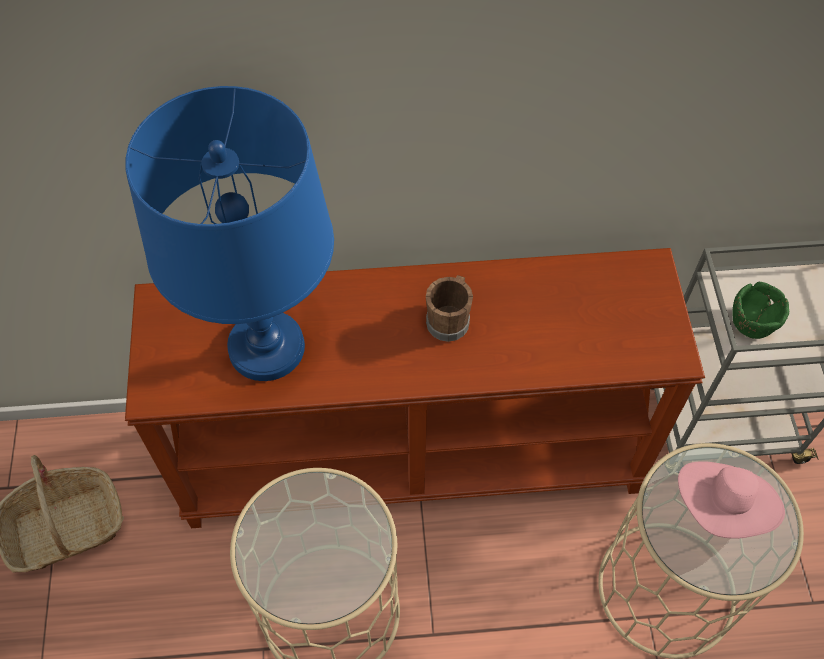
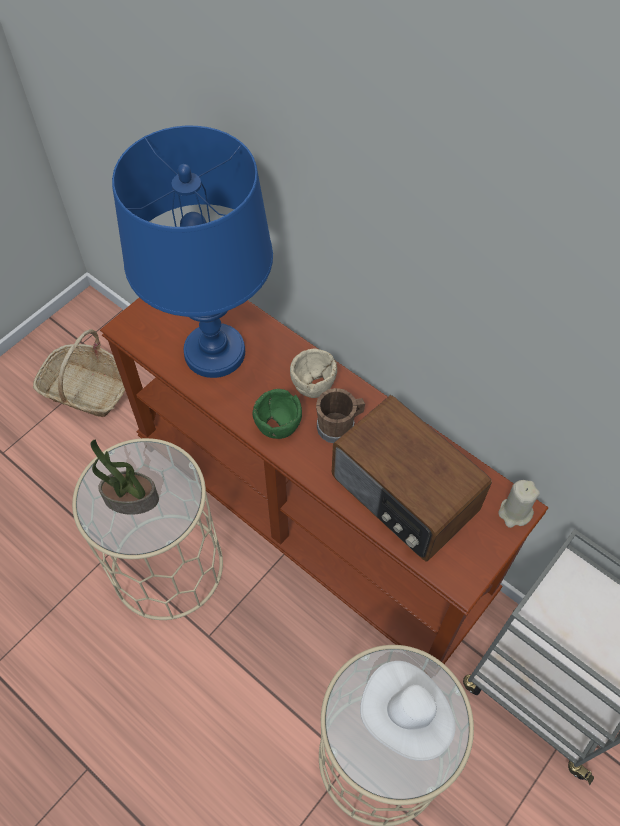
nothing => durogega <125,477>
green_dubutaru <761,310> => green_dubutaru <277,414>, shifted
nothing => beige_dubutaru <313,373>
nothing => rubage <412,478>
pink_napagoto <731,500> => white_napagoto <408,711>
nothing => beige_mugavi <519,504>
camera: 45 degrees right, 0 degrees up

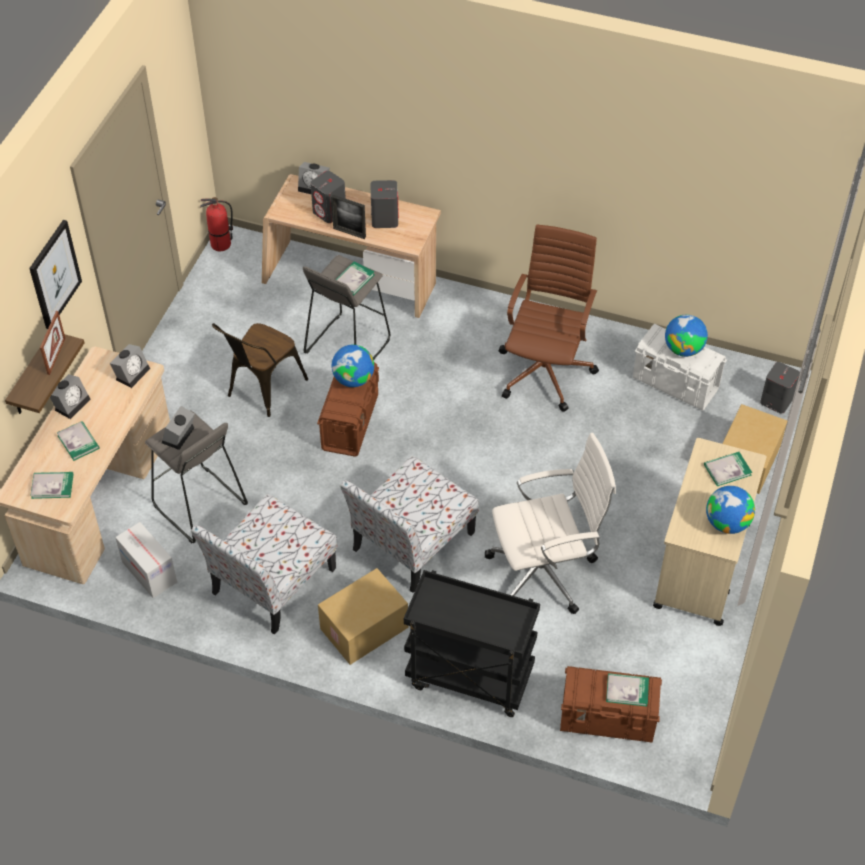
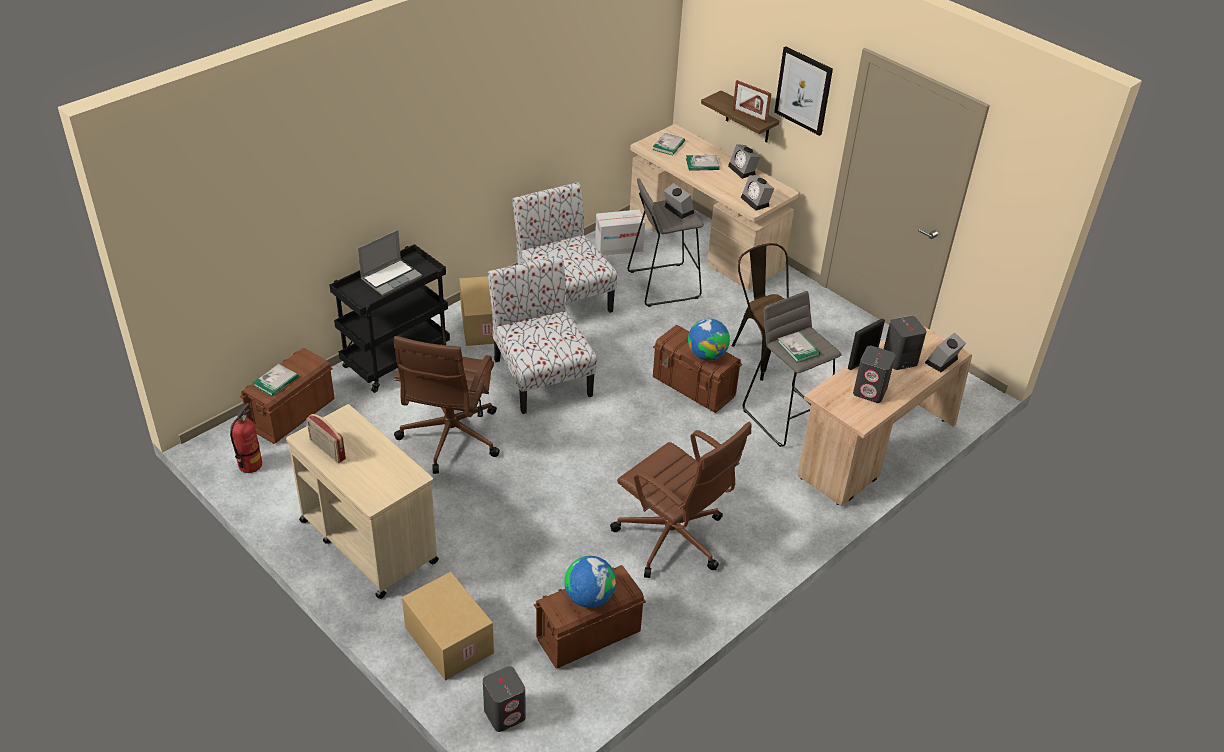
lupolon <216,224> => lupolon <246,438>, shifted
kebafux <730,510> => rubage <326,438>
nothing => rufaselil <390,263>
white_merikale <550,523> => brown_merikale <447,405>
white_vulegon <680,367> => brown_vulegon <590,616>
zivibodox <728,469> => nothing
camera: 115 degrees right, 10 degrees down

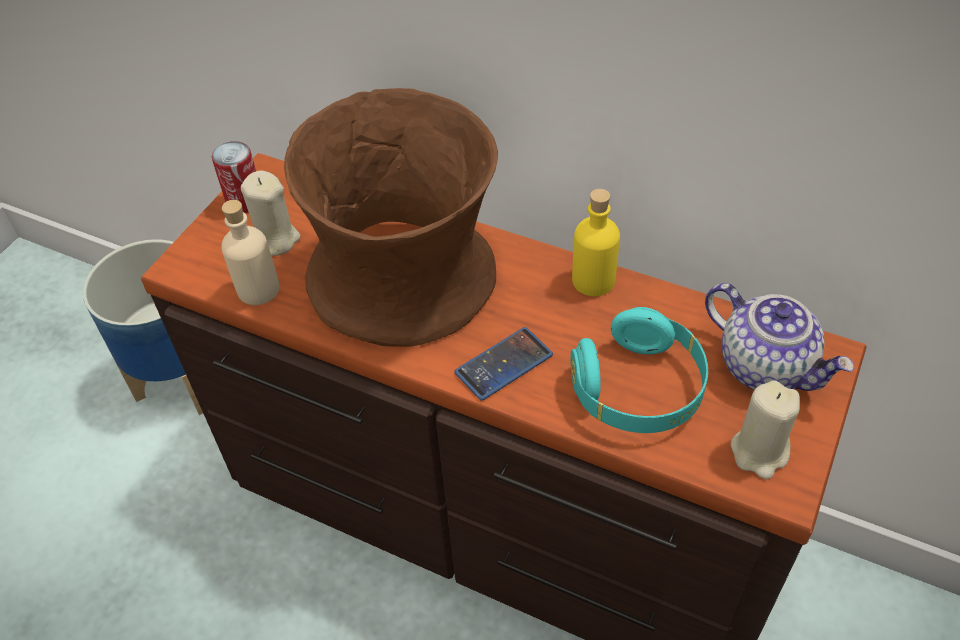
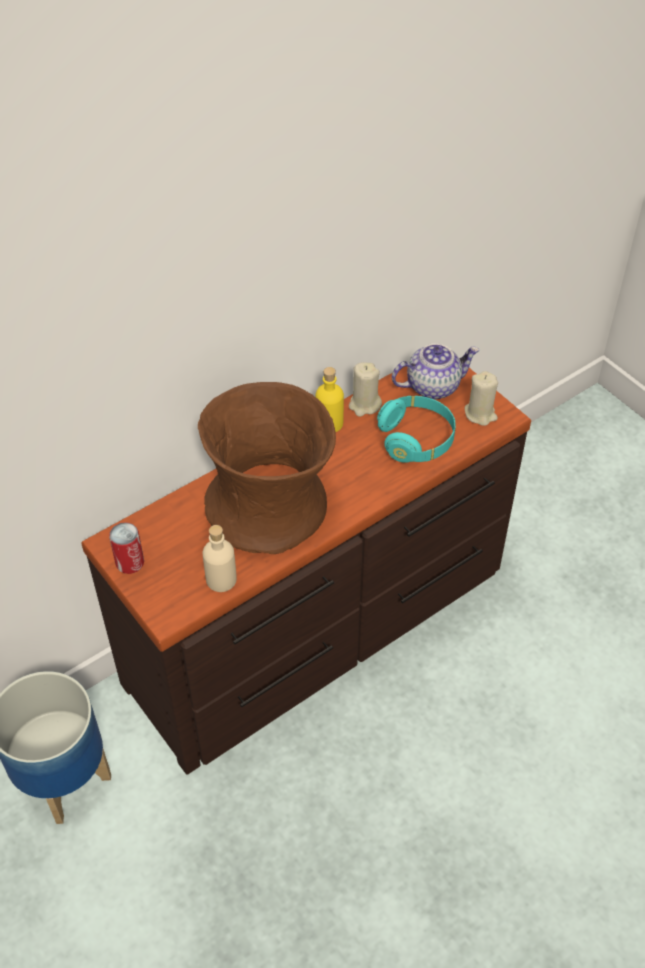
beige_mugavi <271,213> => beige_mugavi <365,389>, shifted
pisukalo <503,364> => nothing
camera: 65 degrees left, 0 degrees up

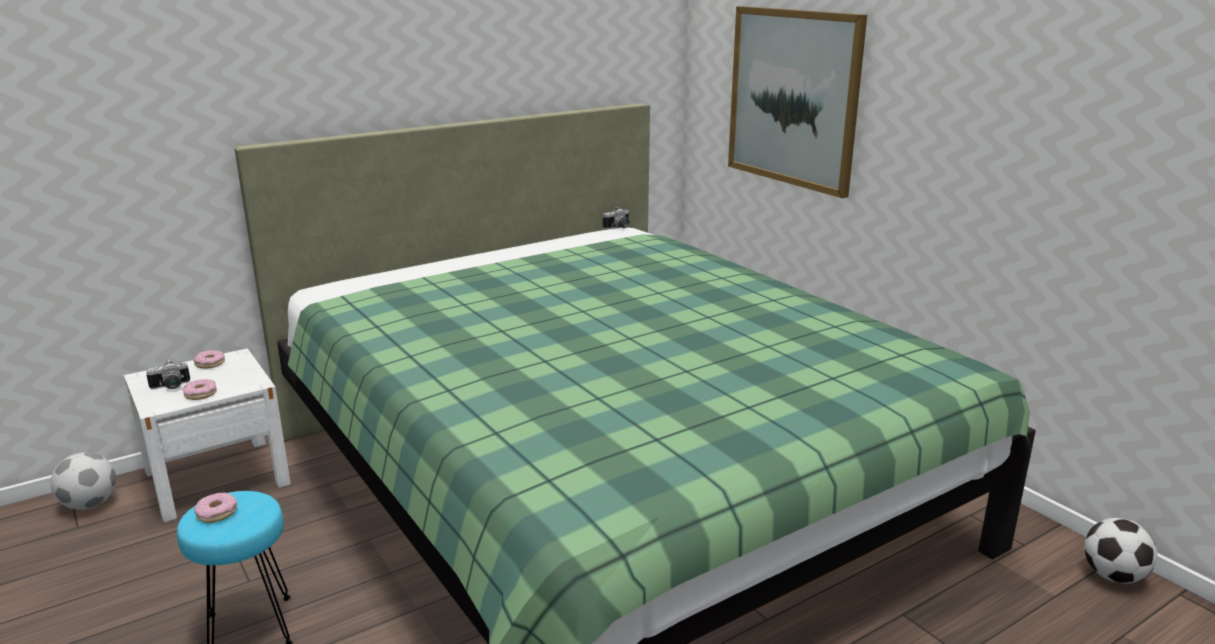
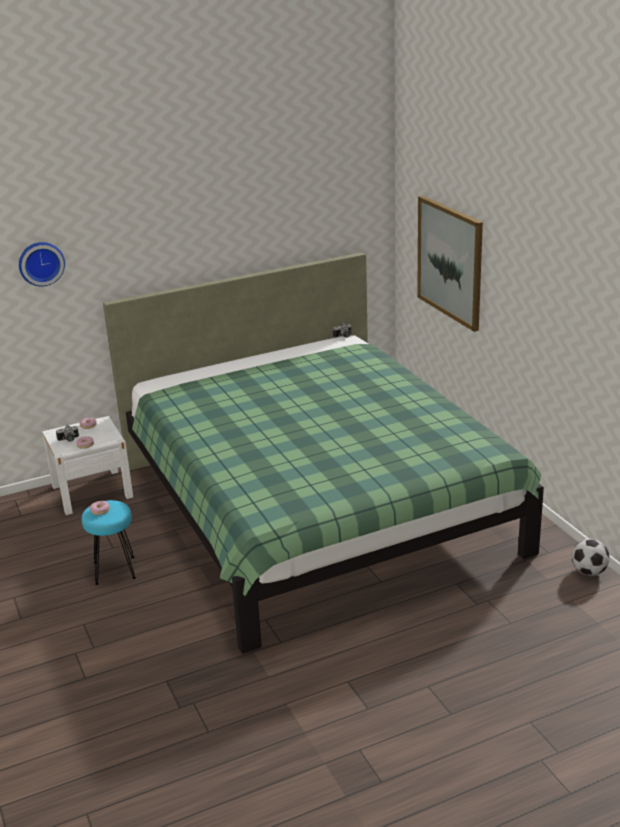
nothing => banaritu <42,264>
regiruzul <83,481> => nothing
camera: 10 degrees right, 5 degrees up

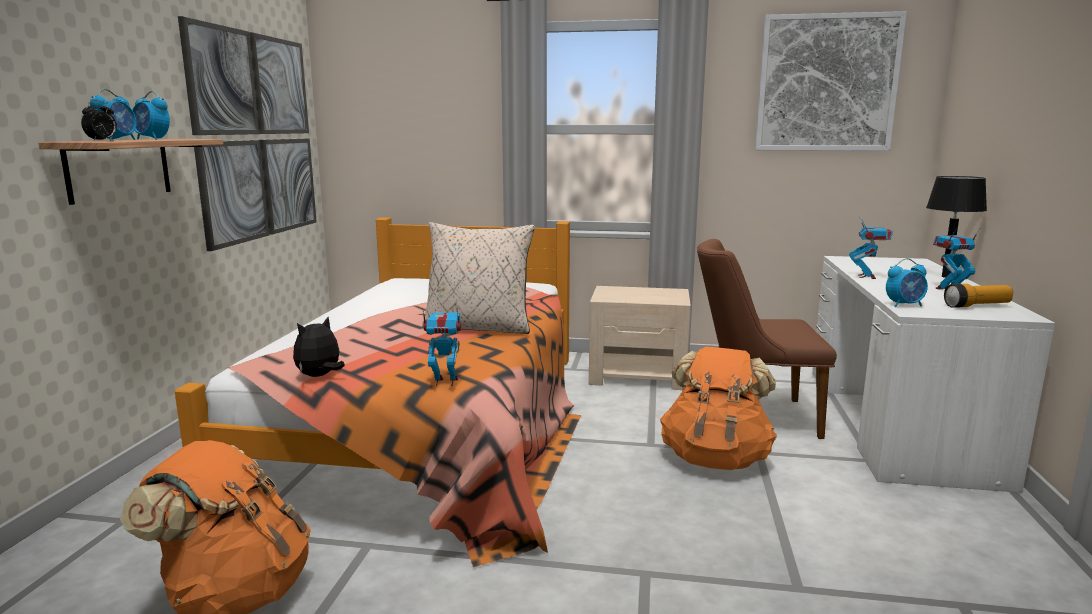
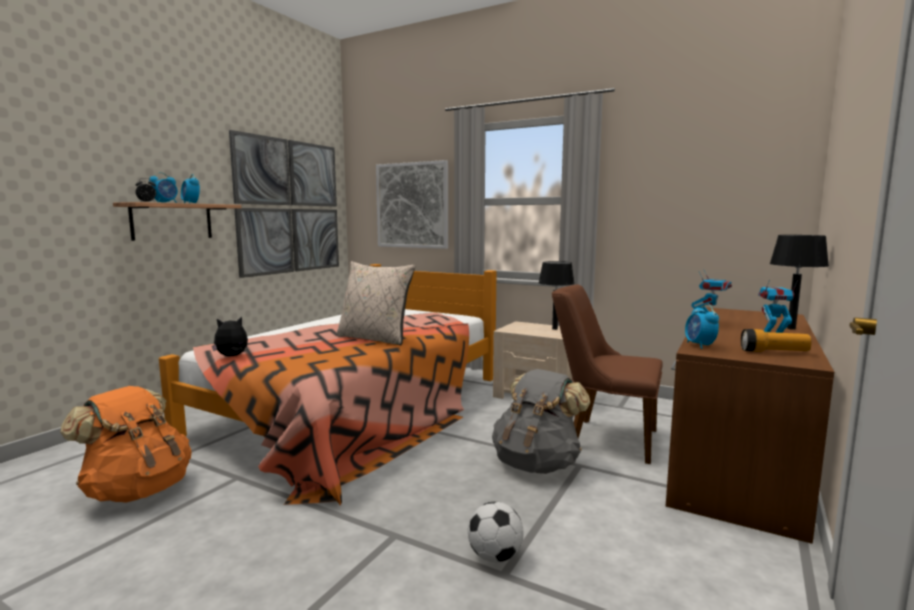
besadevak <831,81> => besadevak <412,204>, shifted
nothing => regiruzul <496,532>
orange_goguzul <718,408> => grey_goguzul <541,421>
nothing => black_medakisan <557,295>
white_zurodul <933,374> => brown_zurodul <750,425>
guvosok <907,282> => guvosok <702,326>, 75 degrees clockwise
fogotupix <442,347> => nothing
camera: 20 degrees right, 5 degrees down

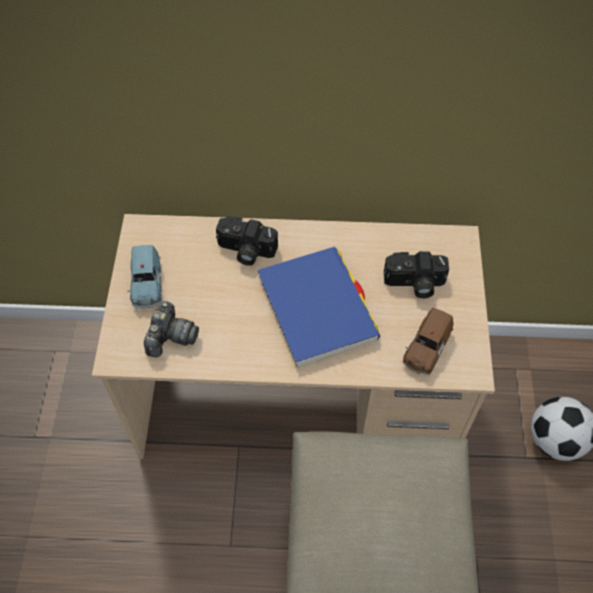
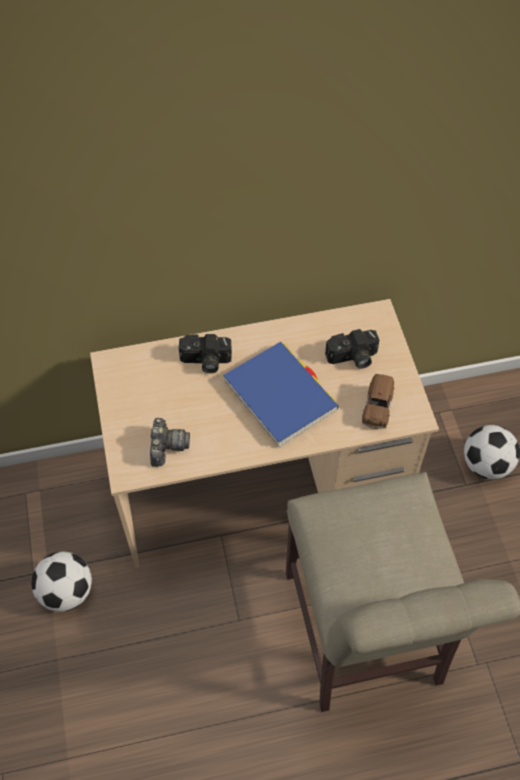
nothing => regiruzul <61,582>
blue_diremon <144,277> => nothing
camera: 15 degrees left, 0 degrees up

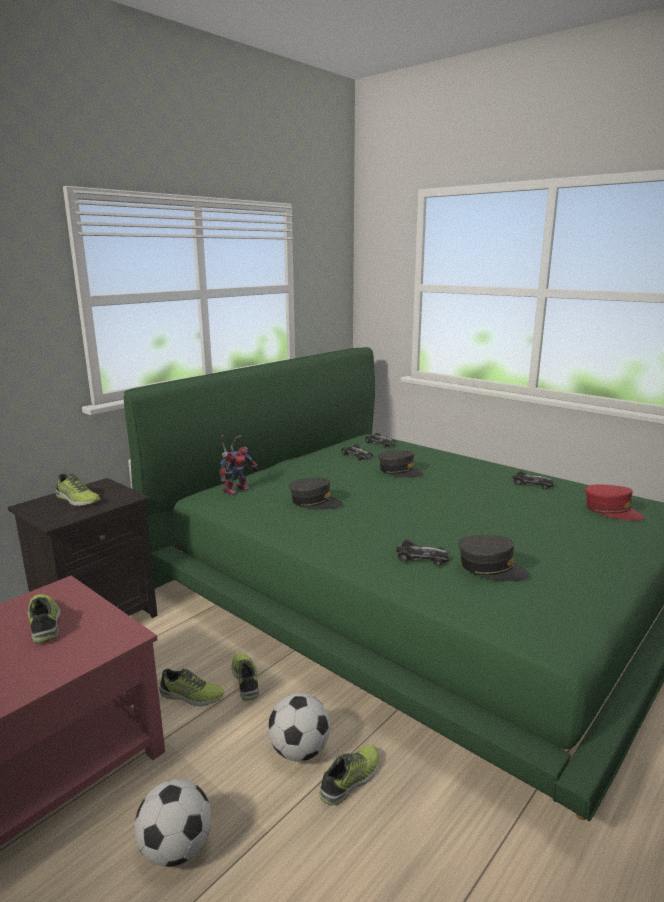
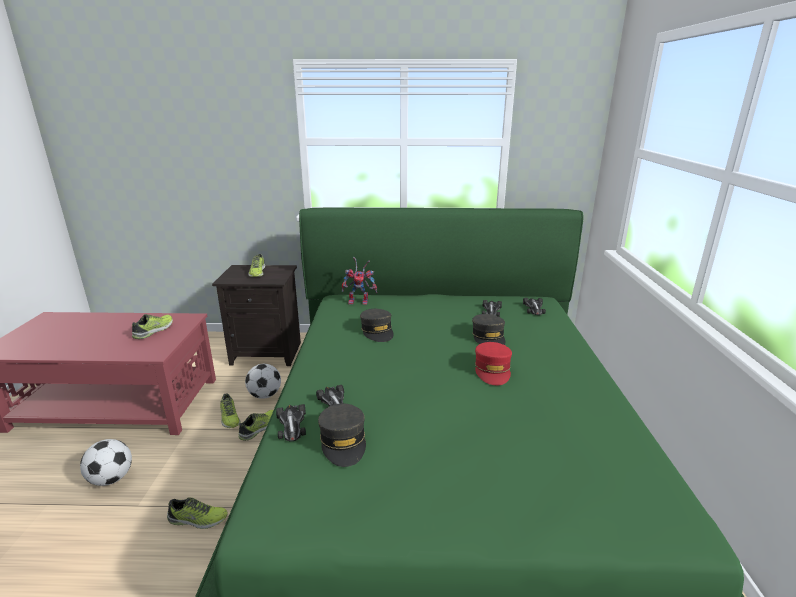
regiruzul <299,727> => regiruzul <263,381>, shifted
diremon <532,480> => diremon <291,422>, shifted
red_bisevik <614,502> => red_bisevik <493,363>, shifted
camera: 50 degrees right, 5 degrees up

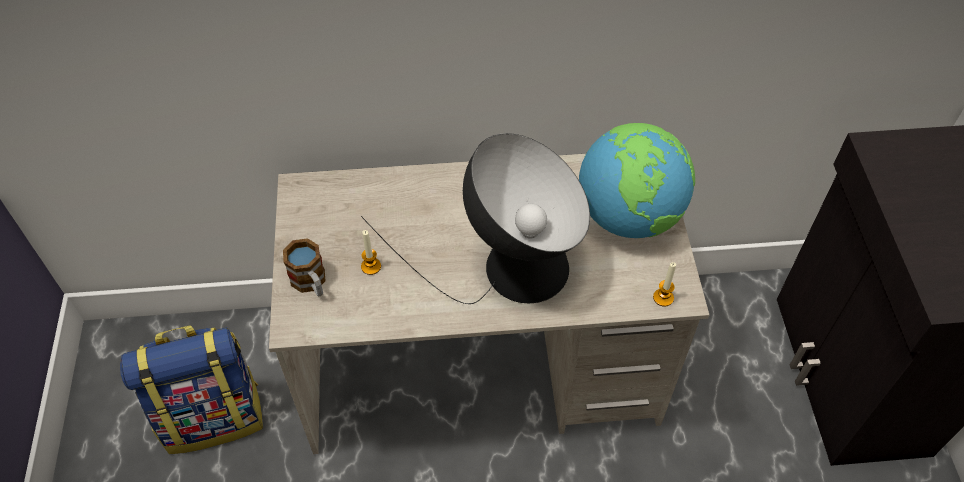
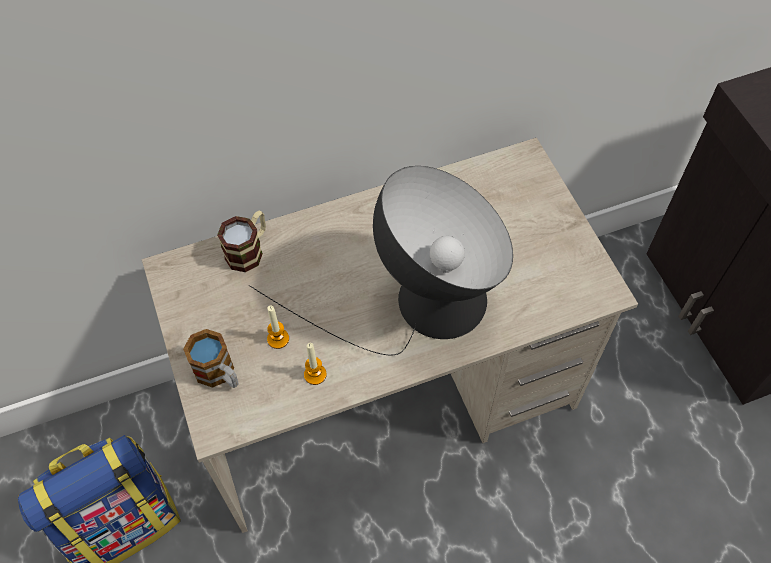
nothing => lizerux <241,241>
mugavi <664,284> => mugavi <315,364>, shifted
kebafux <637,180> => nothing
camera: 15 degrees left, 5 degrees up

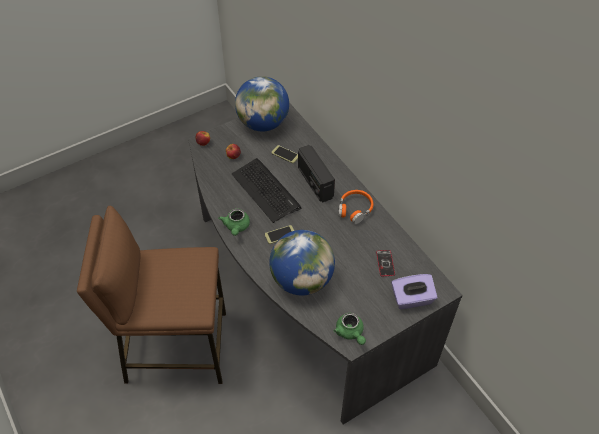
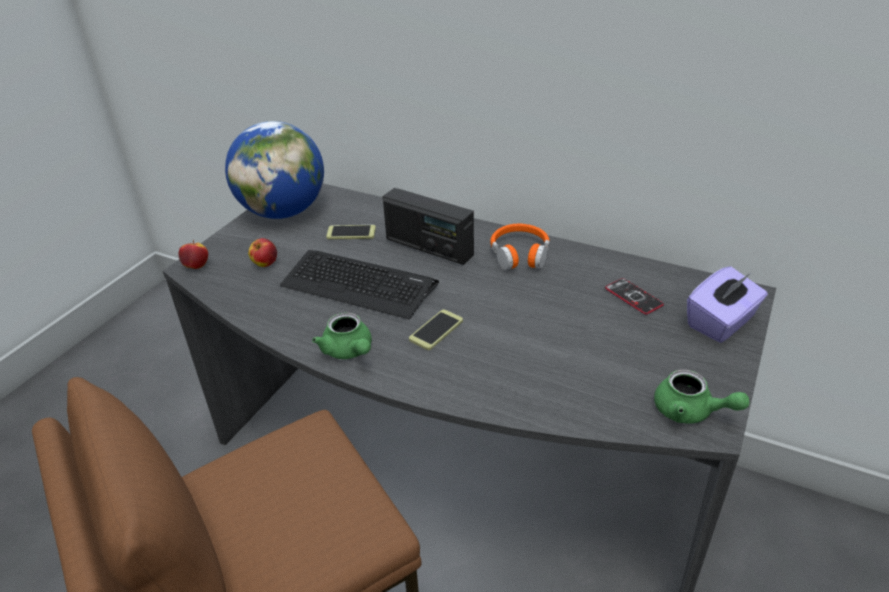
kebafux <302,263> => nothing
camera: 30 degrees left, 15 degrees down

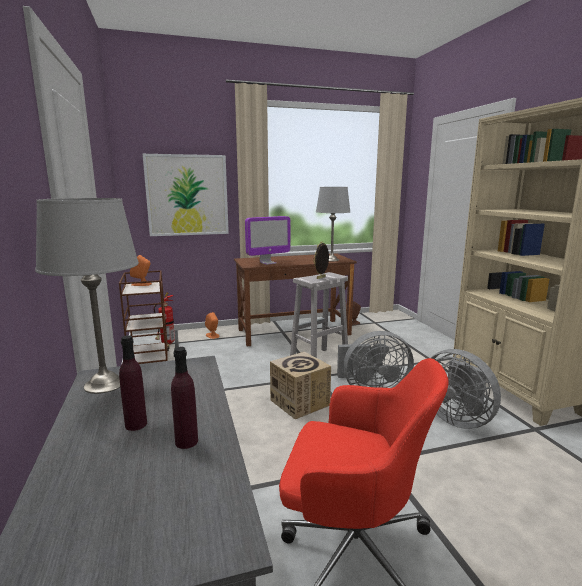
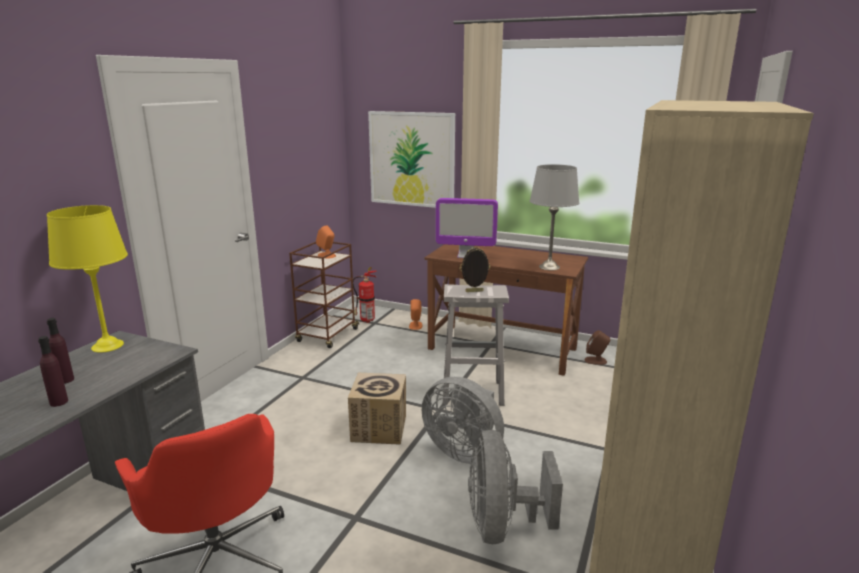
grey_medakisan <87,296> => yellow_medakisan <87,279>
camera: 40 degrees right, 5 degrees up

